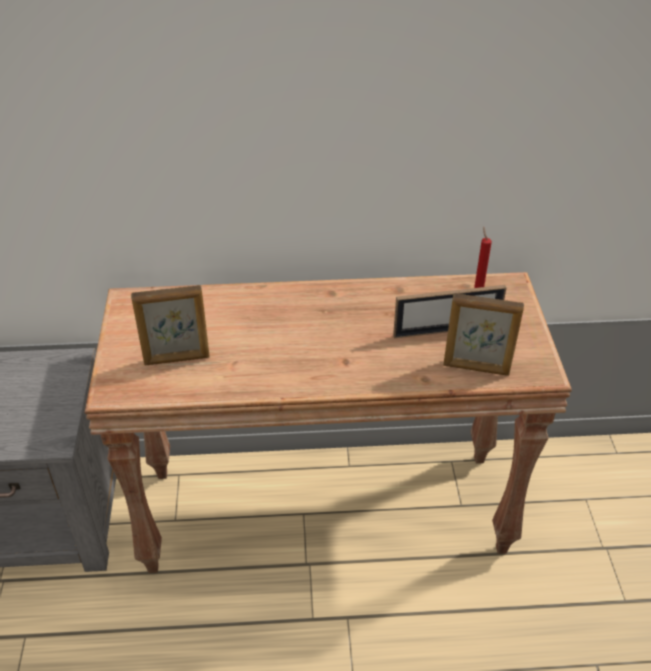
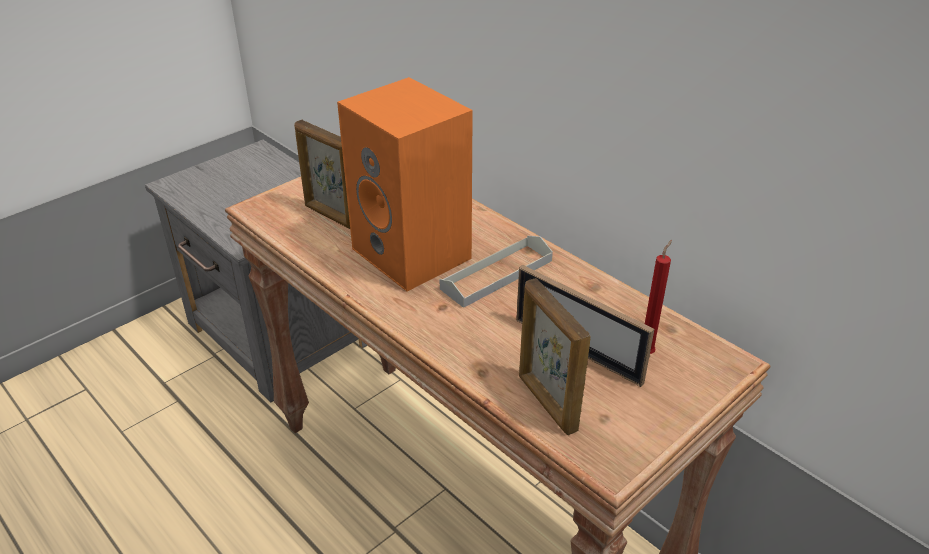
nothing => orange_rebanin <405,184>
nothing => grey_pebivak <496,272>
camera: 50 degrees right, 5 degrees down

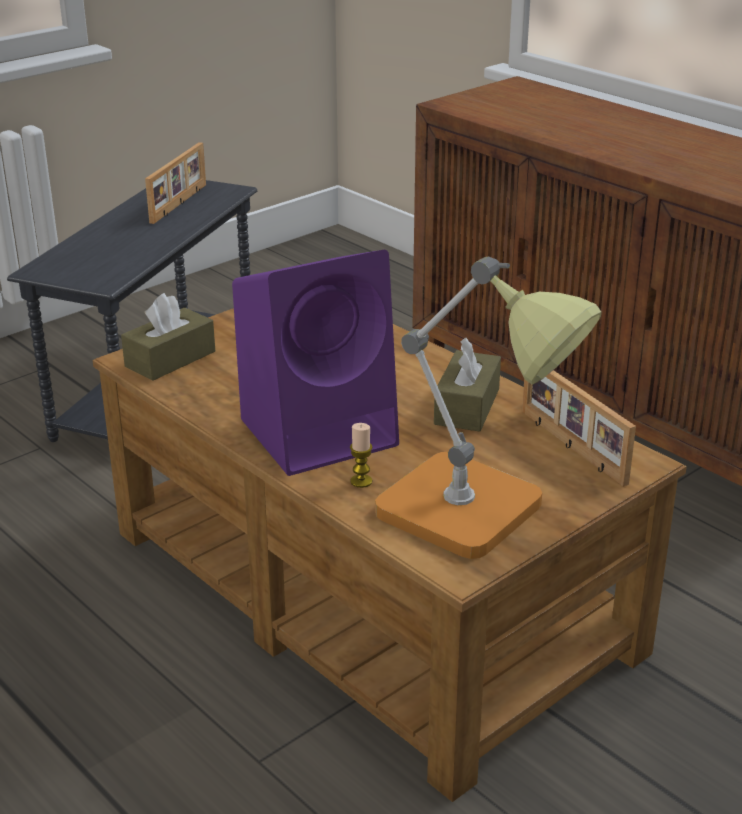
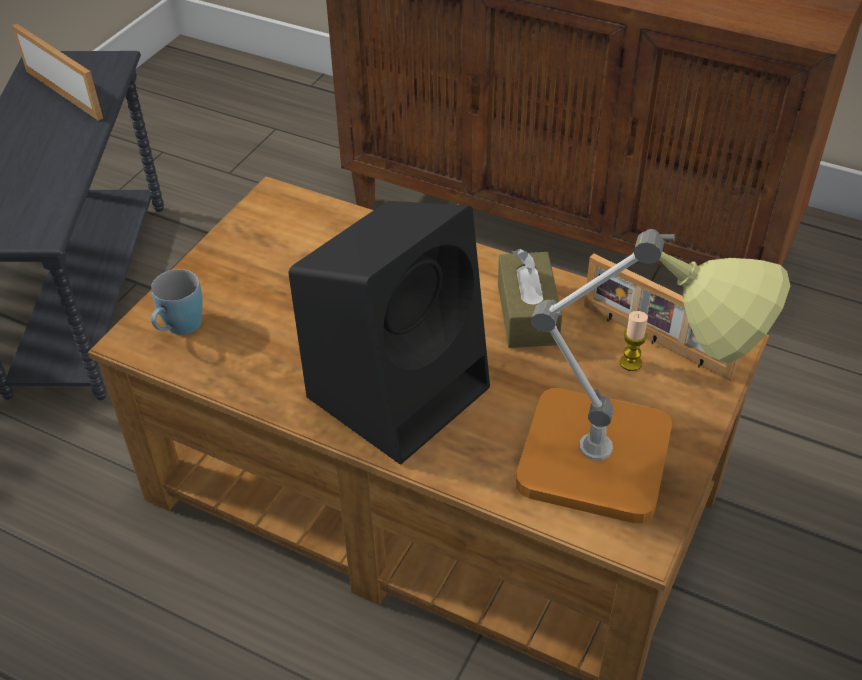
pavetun <175,183> => pavetun <57,72>, 45 degrees counterclockwise
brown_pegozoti <168,337> => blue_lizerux <177,302>
purple_rebanin <315,363> => black_rebanin <389,333>
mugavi <361,455> => mugavi <634,341>, shifted
camera: 20 degrees left, 15 degrees up

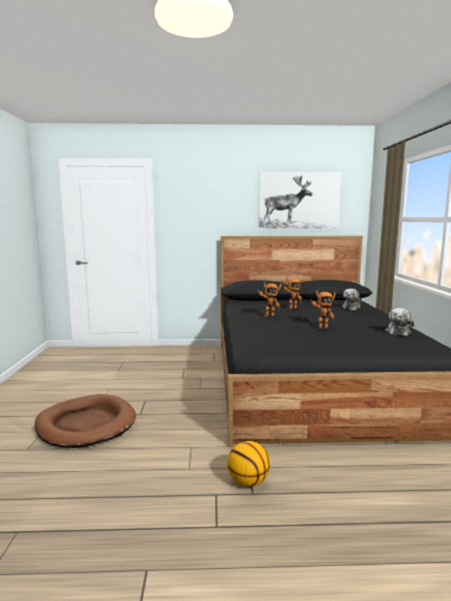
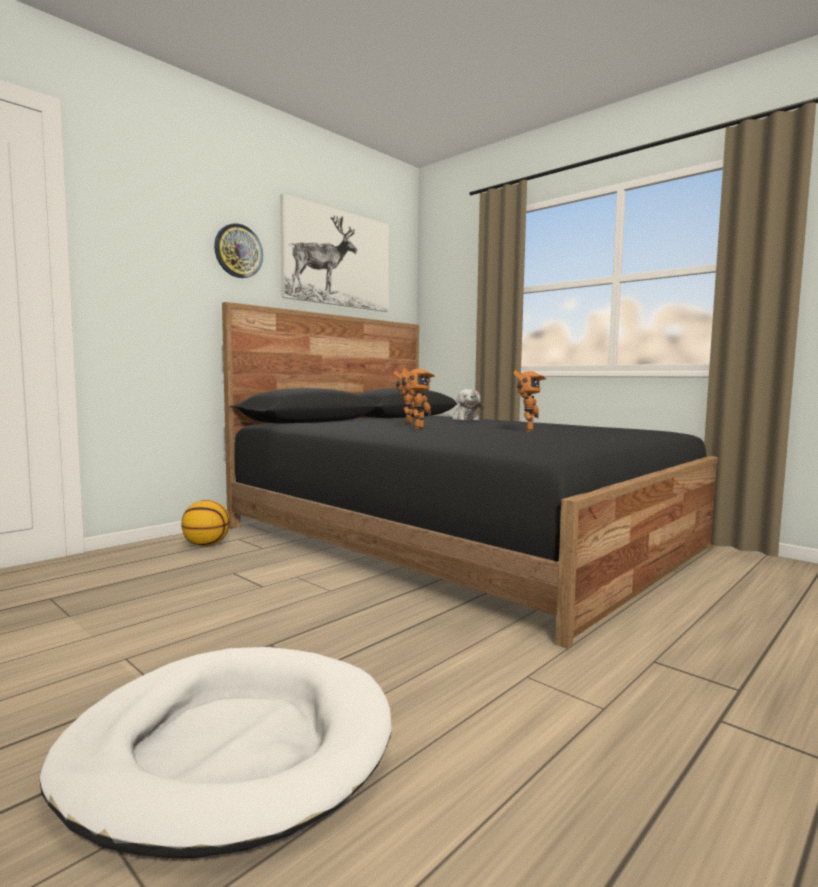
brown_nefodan <85,421> => white_nefodan <215,752>
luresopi <248,464> => luresopi <205,523>, shifted
nothing => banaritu <238,250>
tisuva <399,322> => nothing
camera: 45 degrees left, 5 degrees down

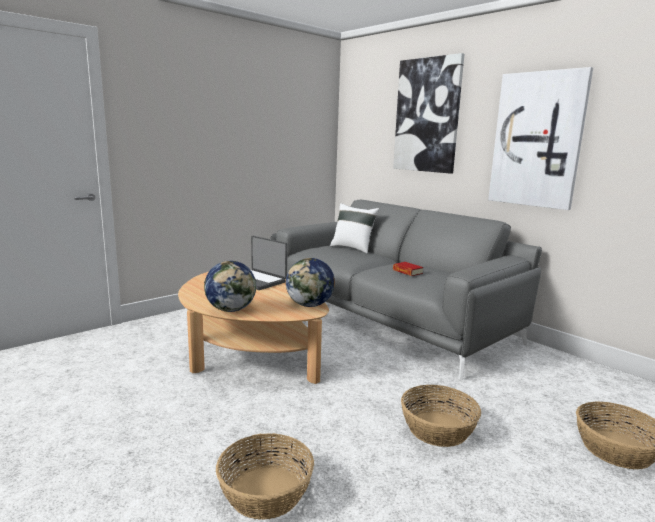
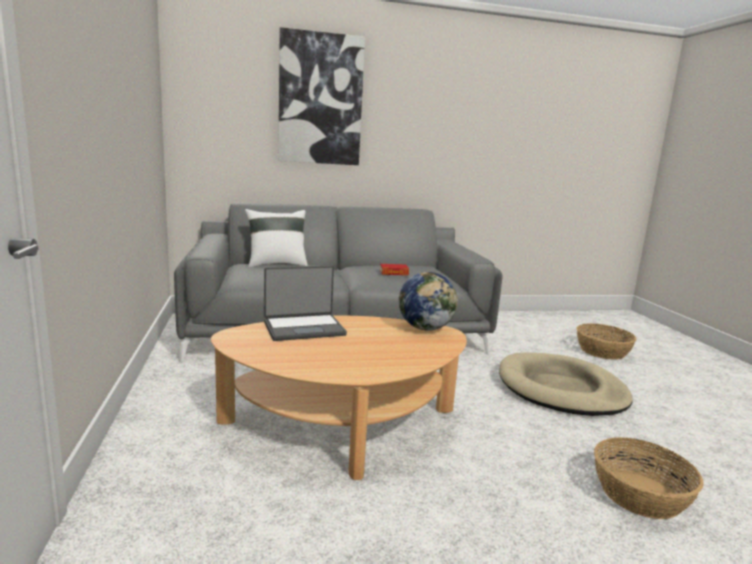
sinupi <441,416> => beige_nefodan <566,384>
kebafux <230,286> => nothing
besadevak <540,138> => nothing
camera: 60 degrees left, 0 degrees up

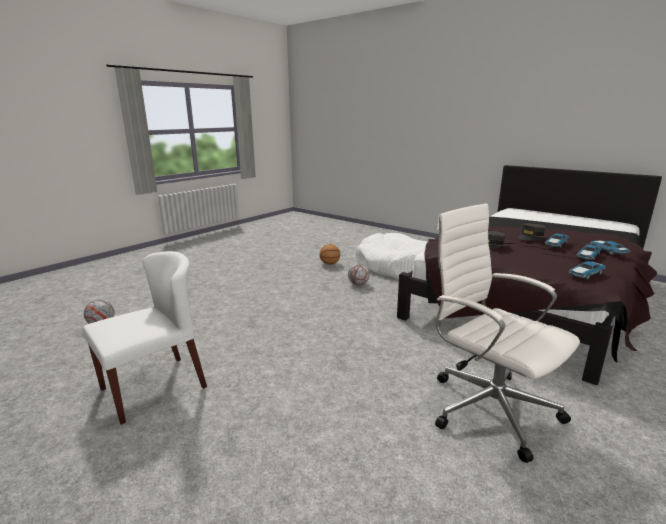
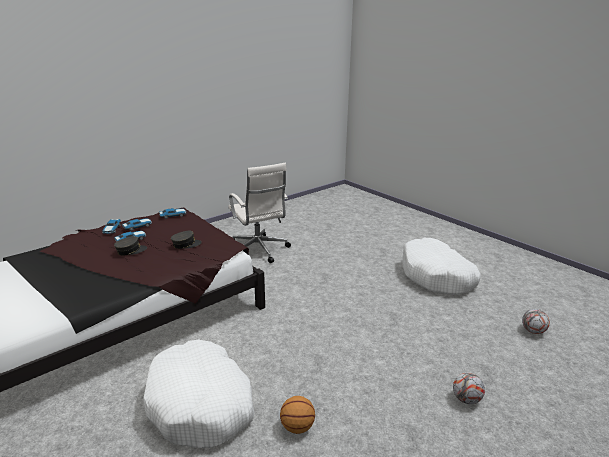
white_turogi <145,338> => white_nefodan <441,266>
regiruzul <359,274> => regiruzul <469,388>, shifted
camera: 170 degrees left, 5 degrees up

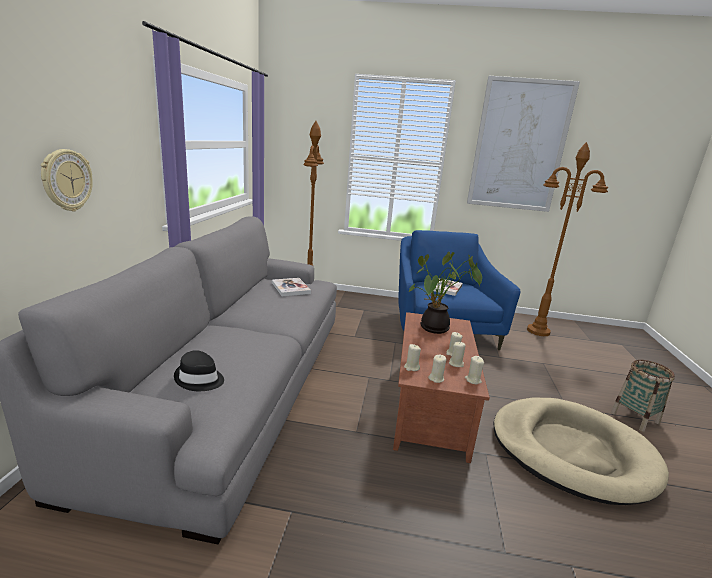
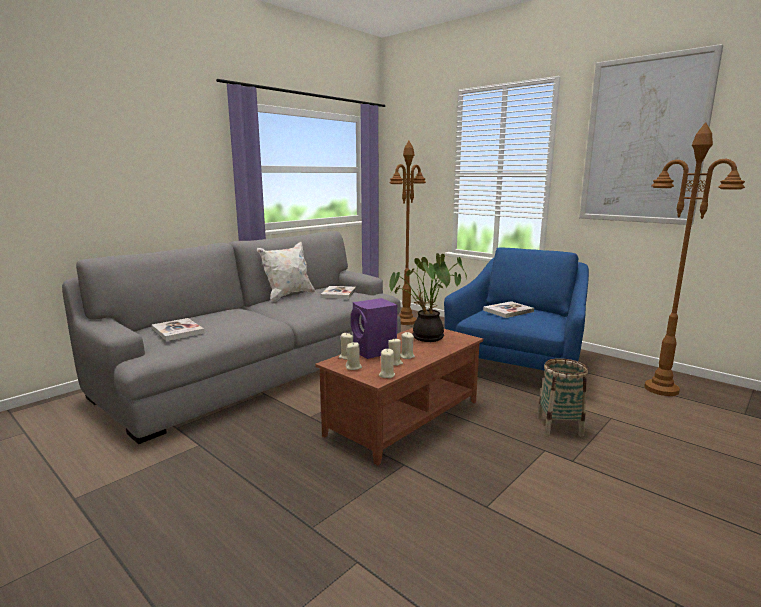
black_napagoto <199,370> => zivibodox <177,329>
nothing => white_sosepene <286,272>
nothing => purple_rebanin <374,328>
sinupi <643,396> => sinupi <562,397>, shifted
banaritu <67,180> => nothing
beige_nefodan <581,451> => nothing
camera: 35 degrees right, 5 degrees down

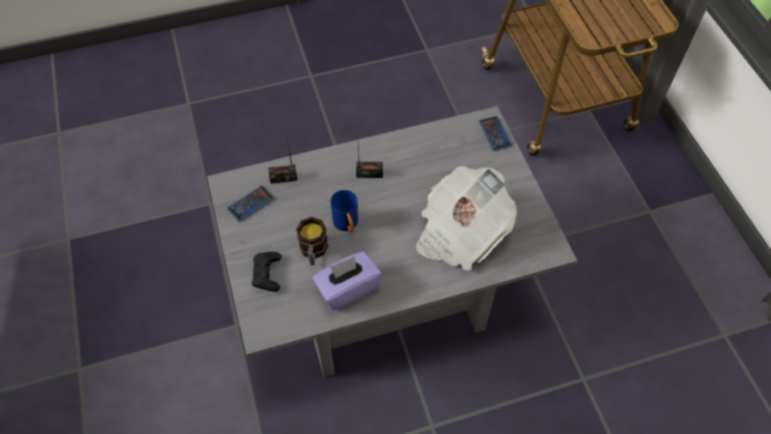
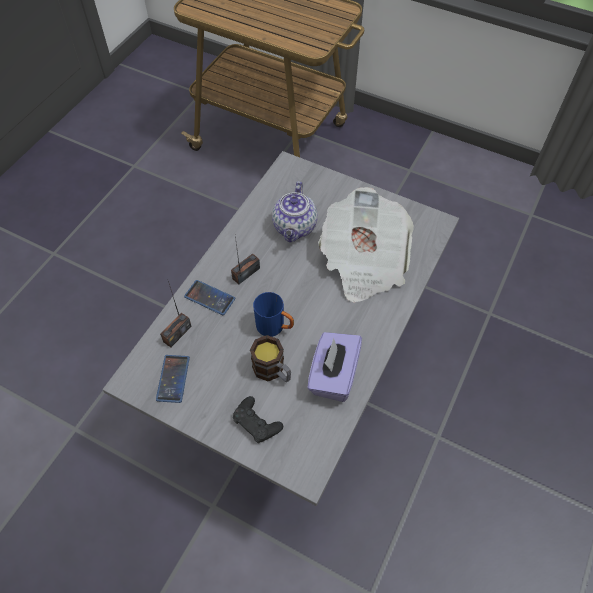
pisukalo <495,133> => pisukalo <210,297>, shifted
nothing => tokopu <295,212>
camera: 45 degrees left, 0 degrees up

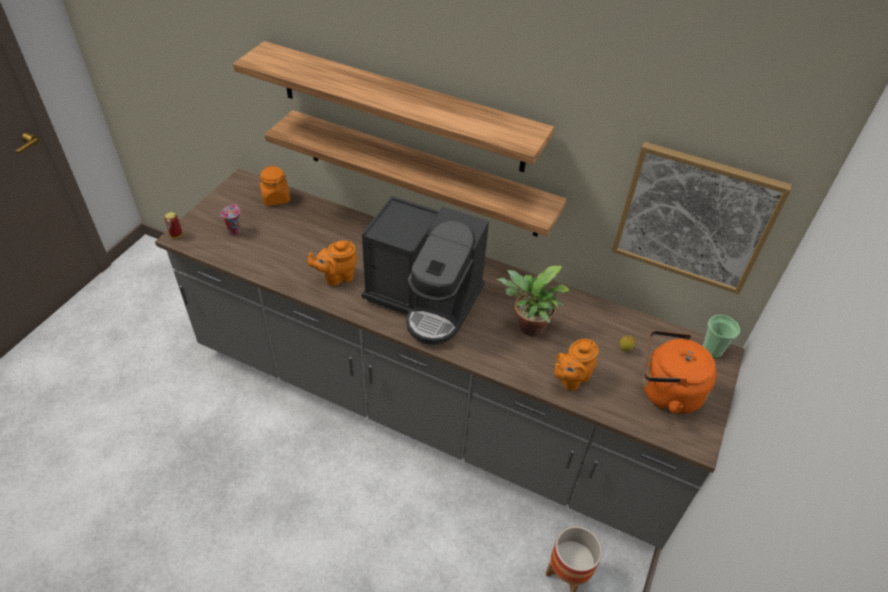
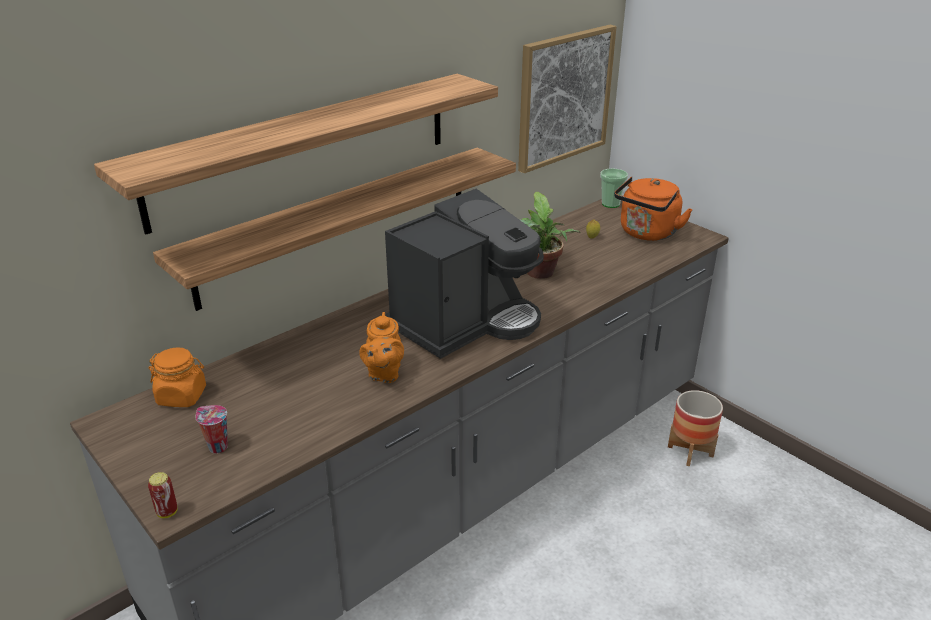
orange_tokopu <576,365> => nothing
camera: 65 degrees left, 15 degrees down

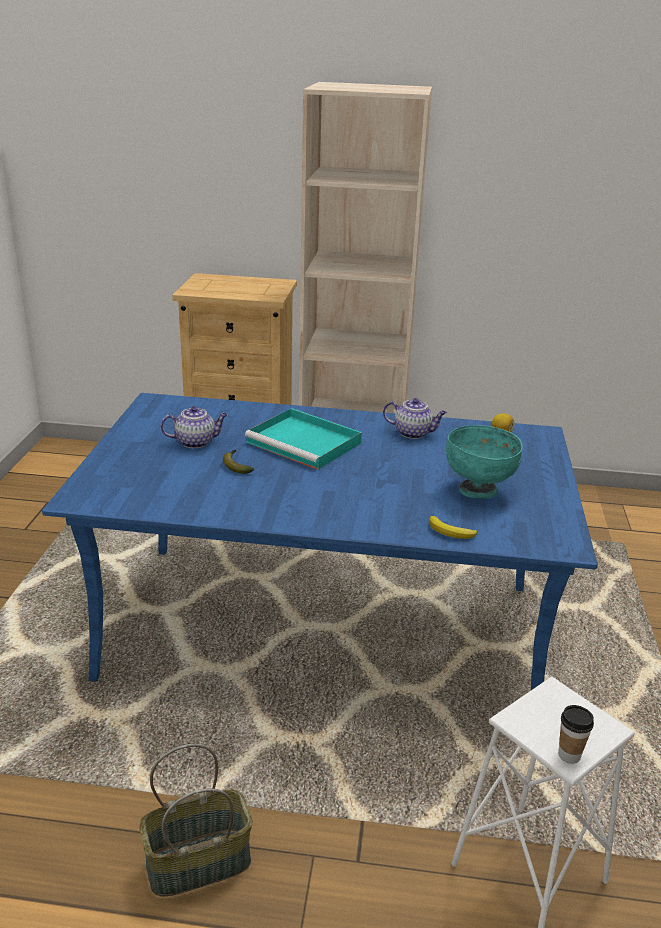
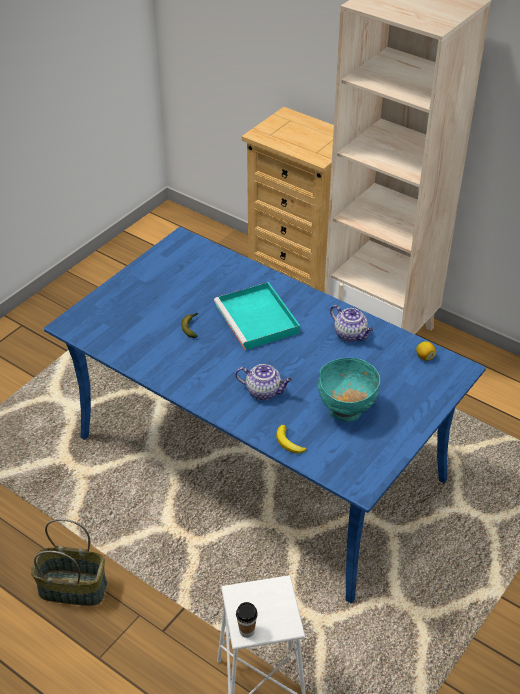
tokopu <194,427> => tokopu <263,382>, shifted
camera: 30 degrees right, 15 degrees up

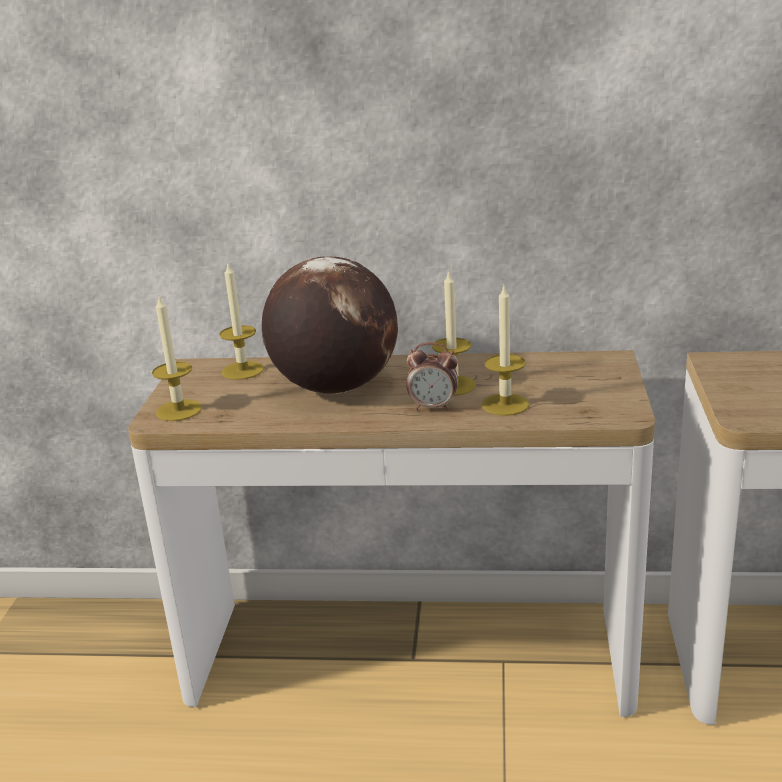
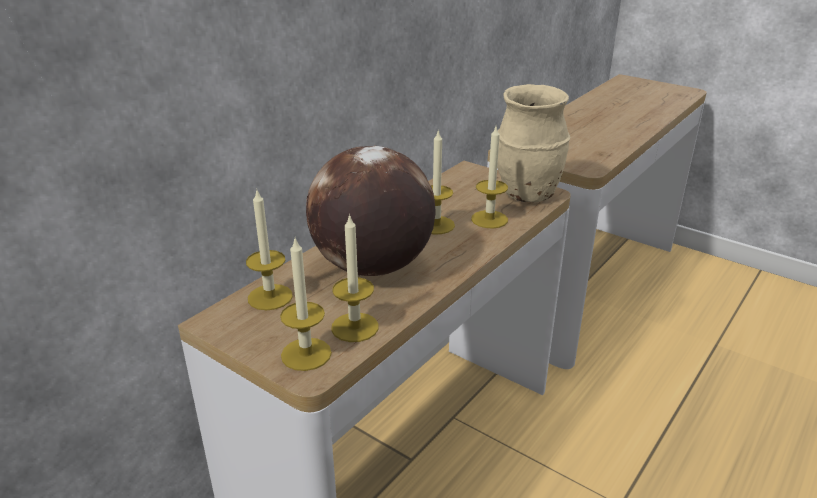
nothing => mugavi <355,278>
nothing => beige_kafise <534,143>
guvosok <432,377> => nothing
camera: 60 degrees left, 5 degrees up

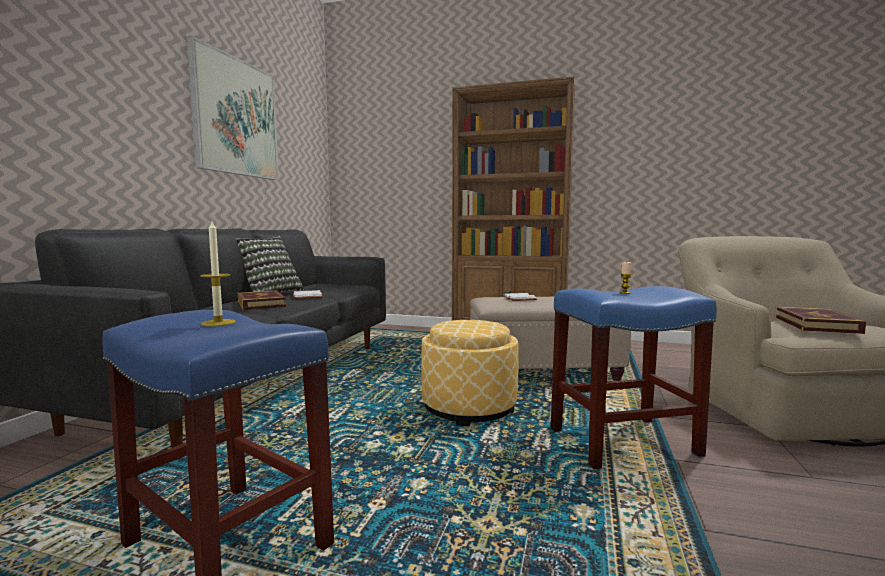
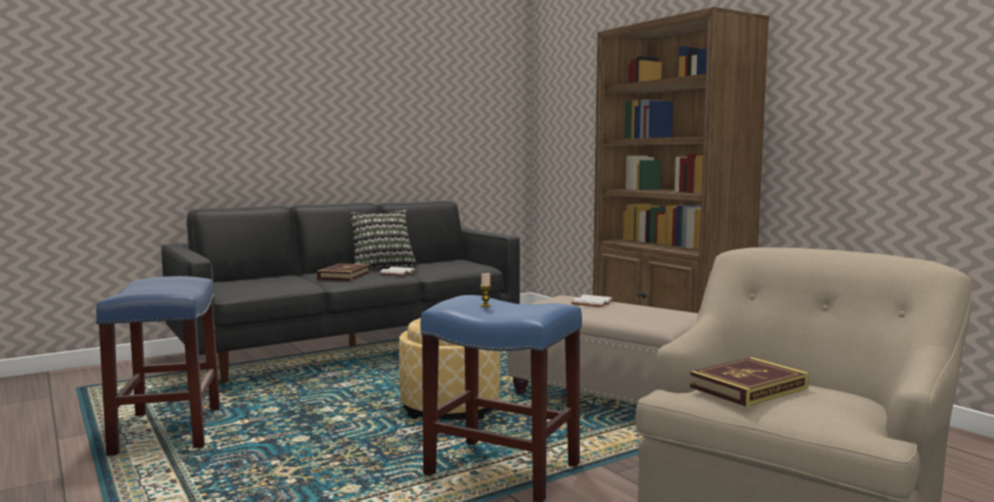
besadevak <233,108> => nothing
mugavi <218,274> => nothing
camera: 40 degrees right, 0 degrees up

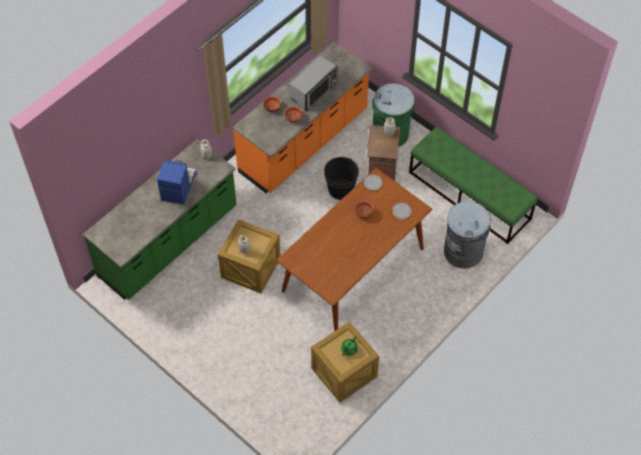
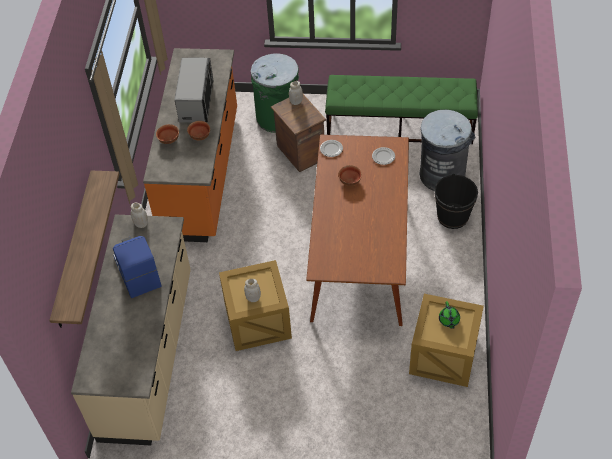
nothing => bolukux <84,249>
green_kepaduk <160,219> => beige_kepaduk <131,330>
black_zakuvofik <341,178> => black_zakuvofik <456,201>, shifted
camera: 35 degrees left, 5 degrees down

